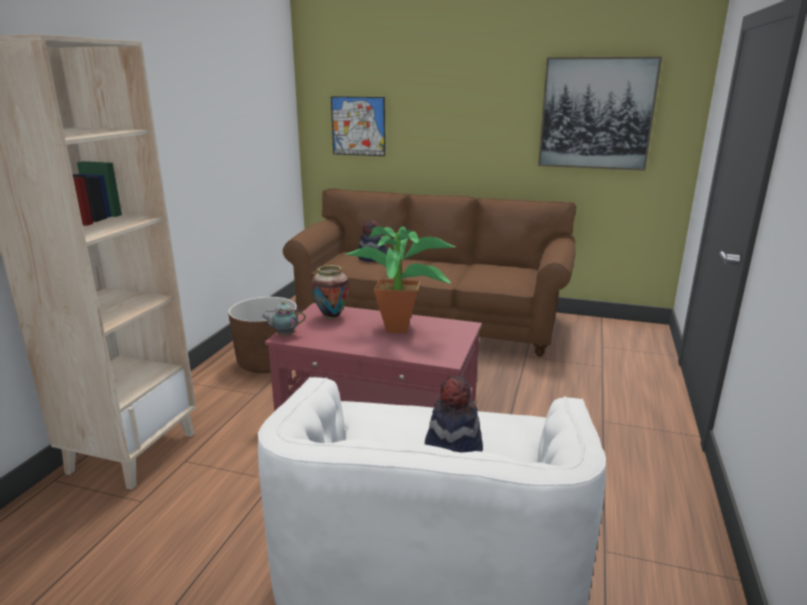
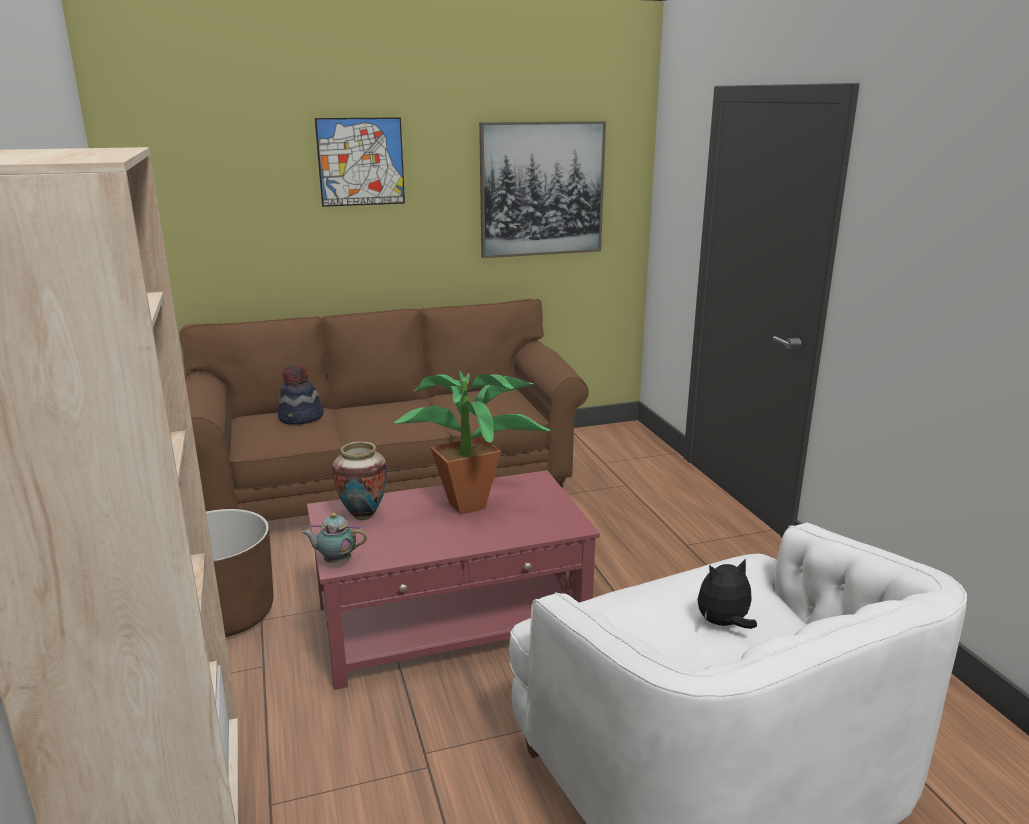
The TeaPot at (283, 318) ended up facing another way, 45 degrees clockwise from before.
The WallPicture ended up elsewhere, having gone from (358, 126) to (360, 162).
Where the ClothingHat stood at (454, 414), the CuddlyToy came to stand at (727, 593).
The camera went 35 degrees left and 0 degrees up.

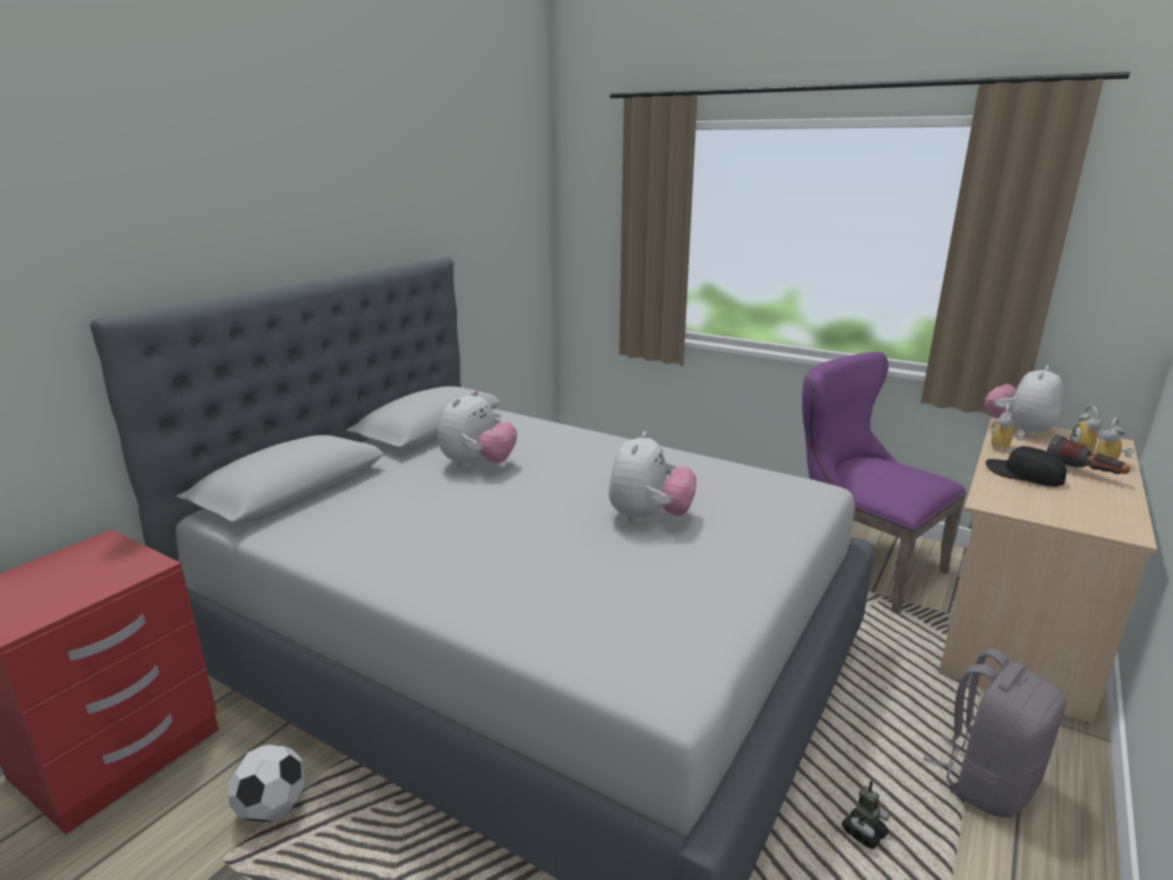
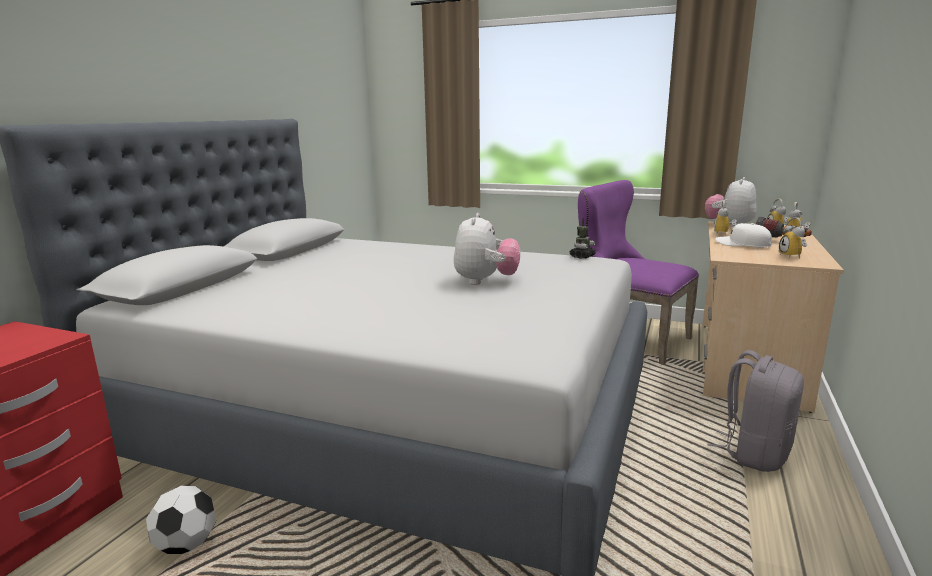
The second view lost the CuddlyToy at (477, 429).
The ToyRobot ended up elsewhere, having gone from (866, 814) to (583, 238).
What was the BlackColouredCap at (1026, 466) turned into the WhiteCap at (743, 235).
The second view gained the AlarmClock at (793, 238).
The camera went 10 degrees left and 5 degrees down.

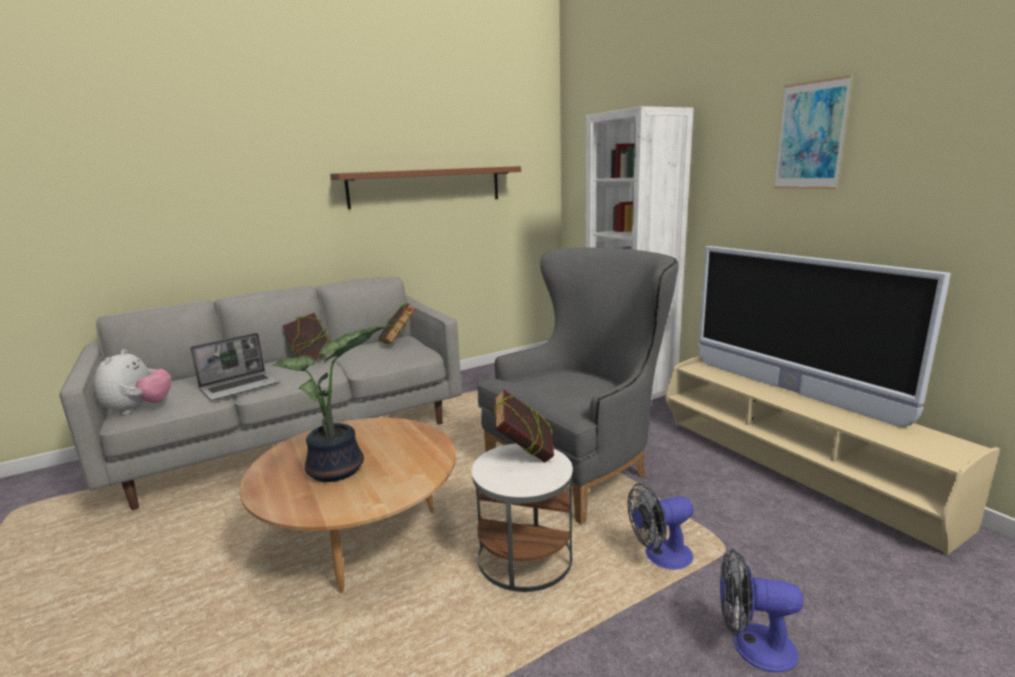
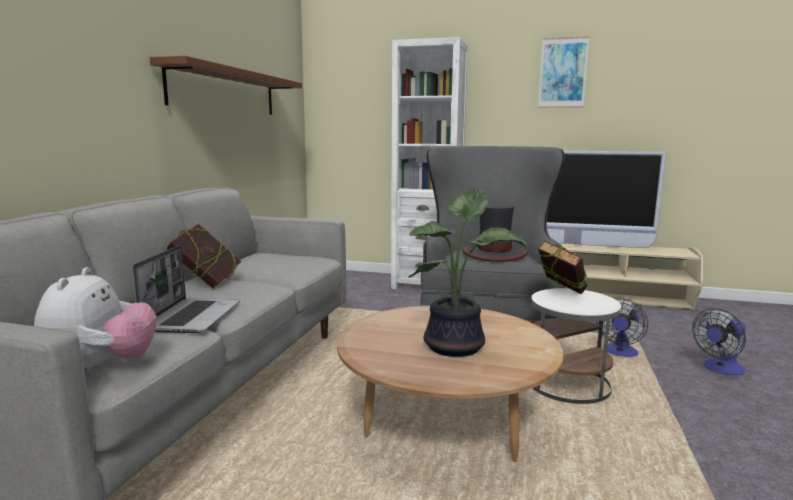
The CuddlyToy at (132, 382) ended up facing another way, 45 degrees clockwise from before.
The second view lost the BoundBook at (397, 323).
The second view gained the ClothingHat at (494, 233).
The camera went 45 degrees left and 5 degrees down.

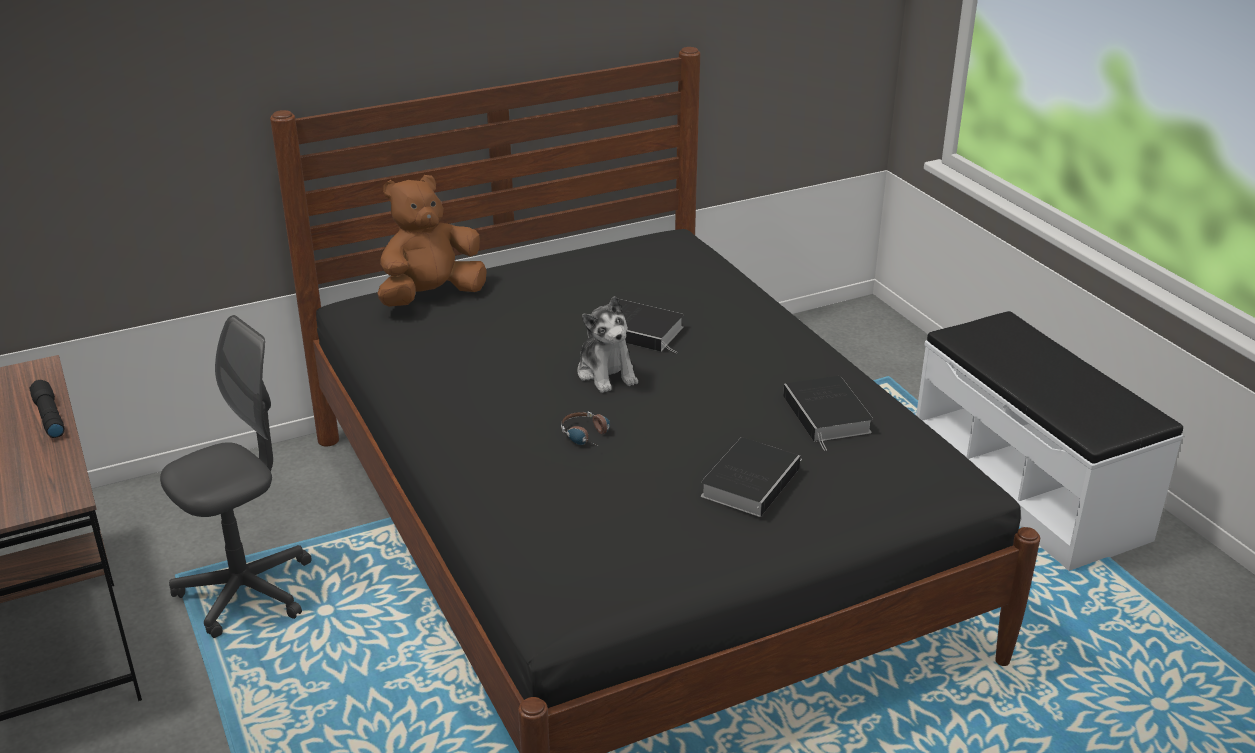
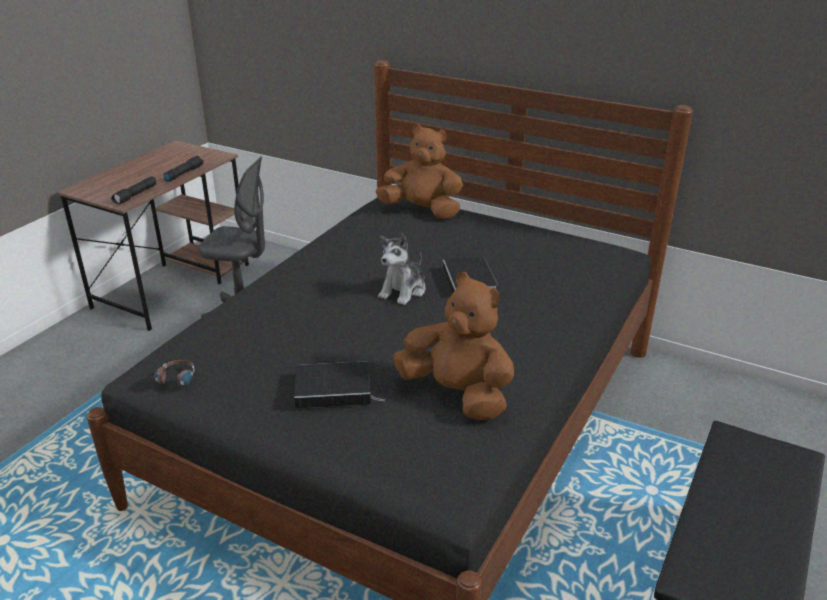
The Headphones ended up elsewhere, having gone from (585, 428) to (173, 374).
Where the BoundBook stood at (828, 413), the BrownishCuddlyToy came to stand at (453, 346).
The second view gained the BlackColouredTorch at (134, 190).
The camera went 55 degrees right and 0 degrees up.

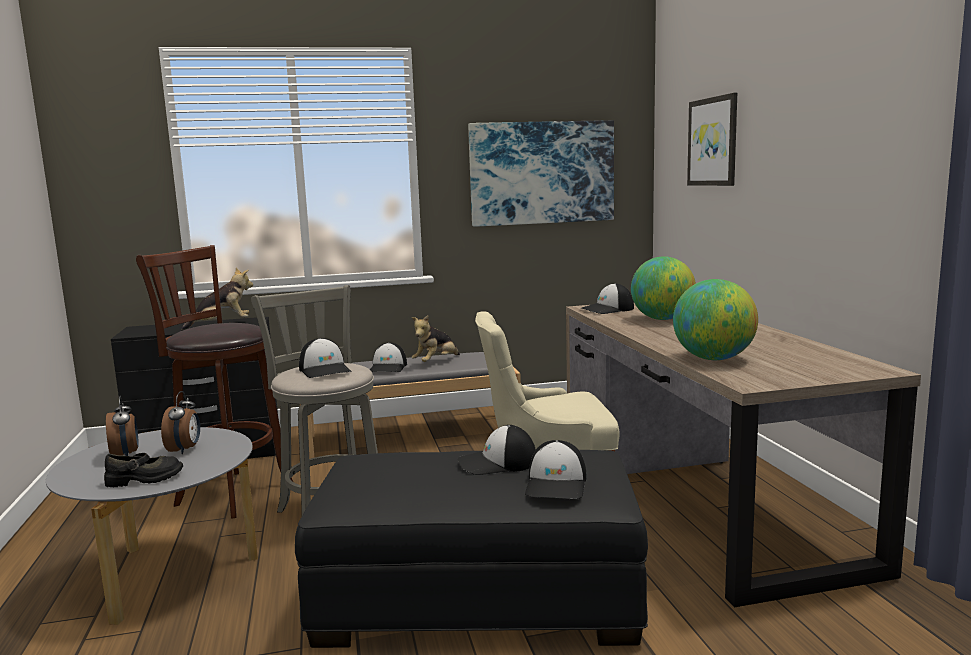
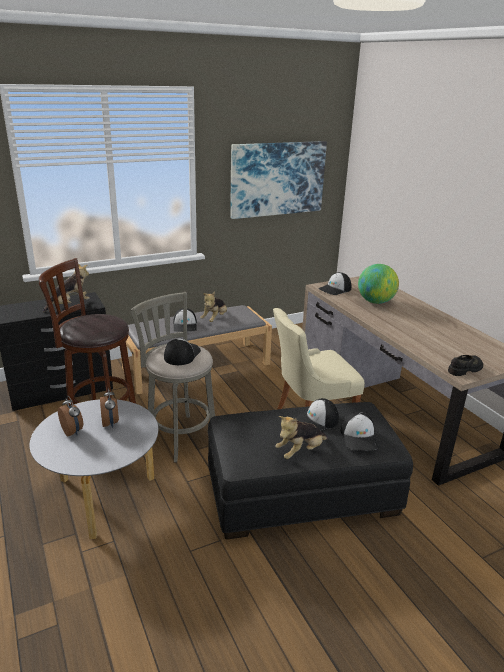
The BlackColouredItemOfFootwear ended up elsewhere, having gone from (143, 470) to (465, 365).
The Cap at (325, 358) ended up facing another way, 120 degrees counterclockwise from before.
The second view lost the WorldGlobe at (715, 319).
The second view lost the WallPicture at (712, 139).
The second view gained the CuddlyToy at (301, 437).
The camera went 15 degrees left and 15 degrees up.

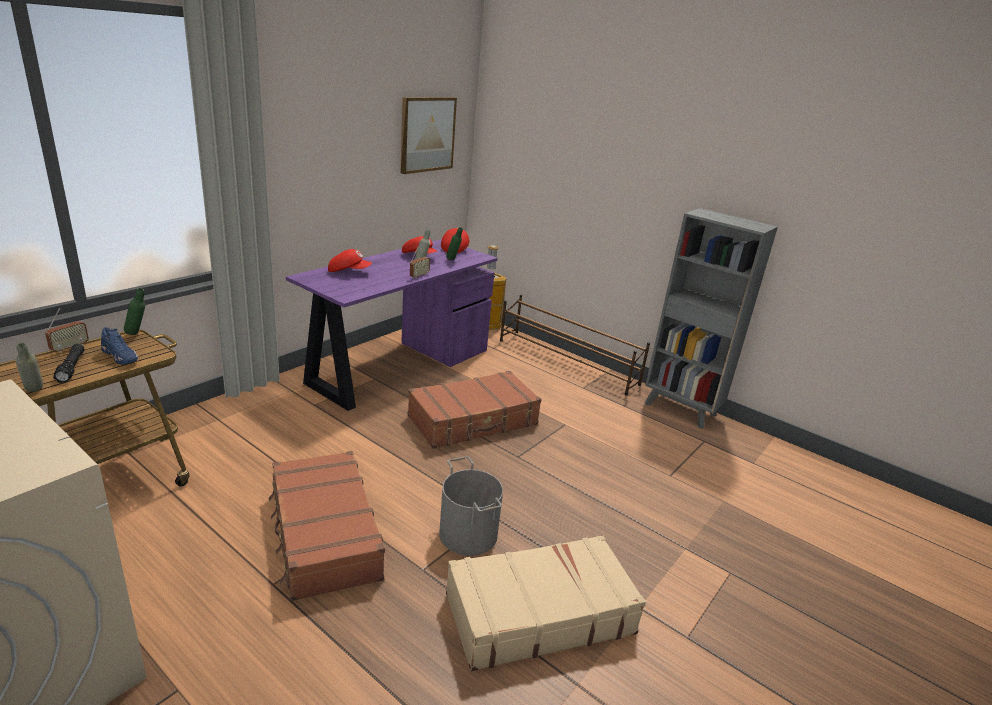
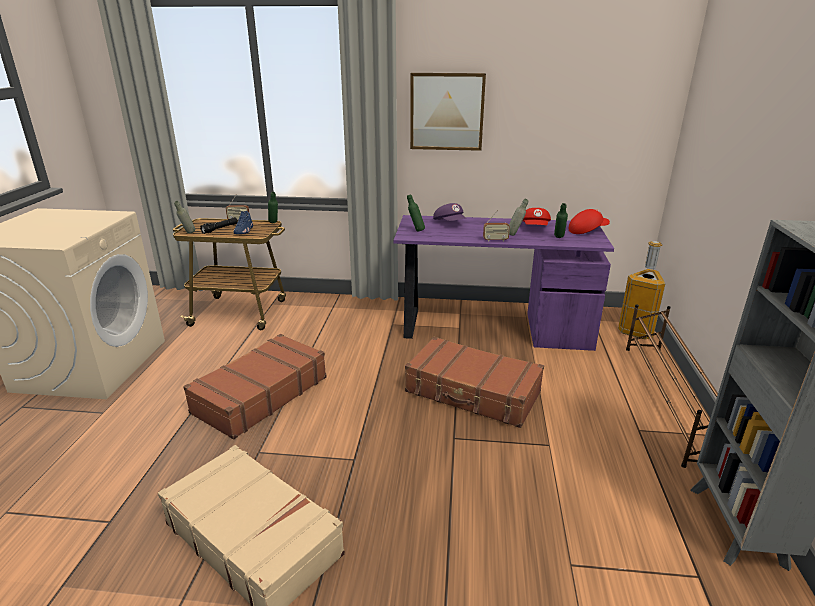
What was the ReddishCap at (350, 260) turned into the PurpleCap at (449, 212).
The WallPicture ended up elsewhere, having gone from (429, 135) to (448, 112).
The second view lost the GrayBucket at (471, 506).
The second view gained the GreenColouredDrinkBottle at (416, 213).
The camera went 60 degrees right and 0 degrees up.

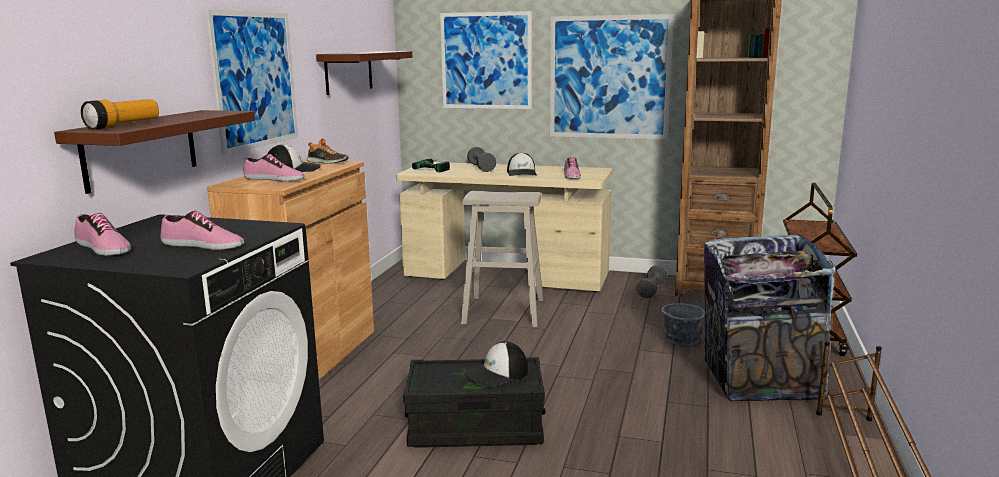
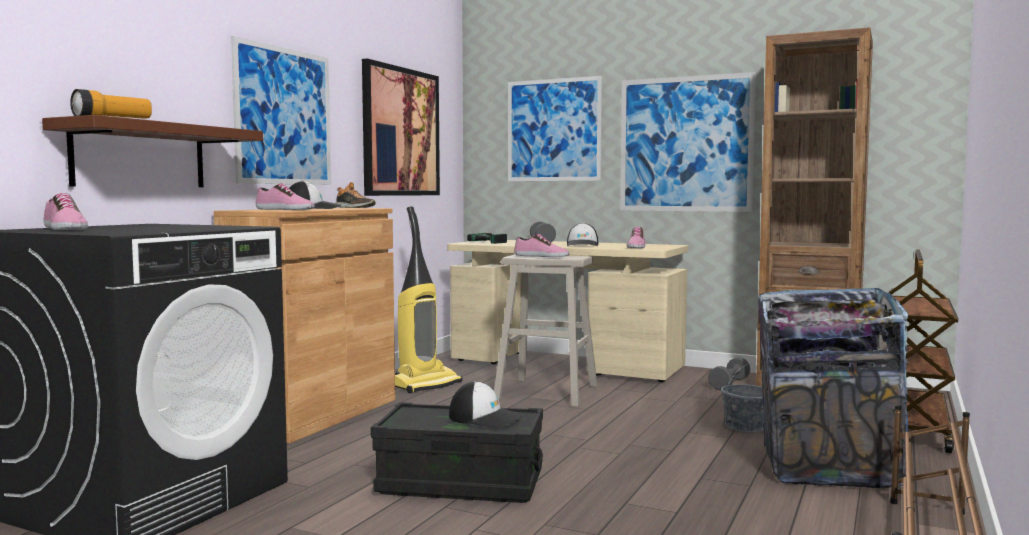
The ItemOfFootwear ended up elsewhere, having gone from (202, 230) to (542, 245).
Where the BrownishWallShelf hung at (364, 73), the WallPicture came to hang at (401, 127).
The Cap at (496, 364) ended up facing another way, 135 degrees counterclockwise from before.
The second view gained the VacuumCleaner at (429, 299).
The camera went 10 degrees right and 10 degrees down.

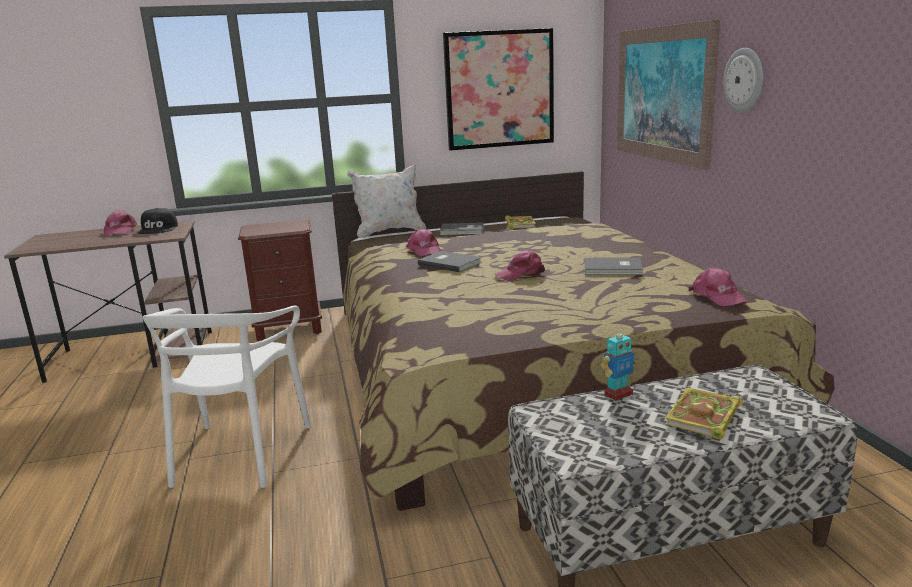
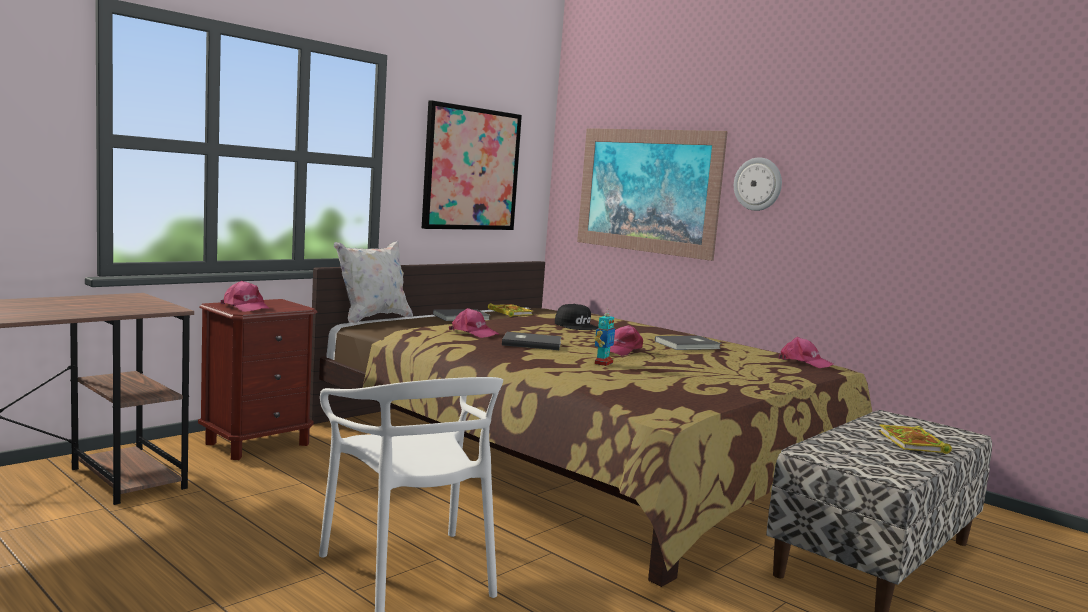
The PinkColouredCap ended up elsewhere, having gone from (121, 223) to (246, 296).
The BlackColouredCap ended up elsewhere, having gone from (158, 221) to (576, 317).
The ToyRobot ended up elsewhere, having gone from (618, 364) to (605, 337).
The camera went 35 degrees left and 10 degrees down.

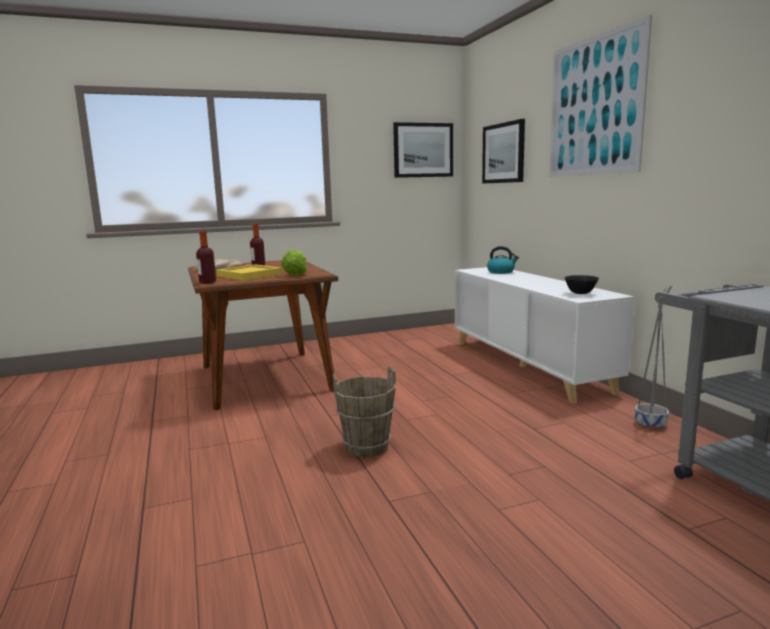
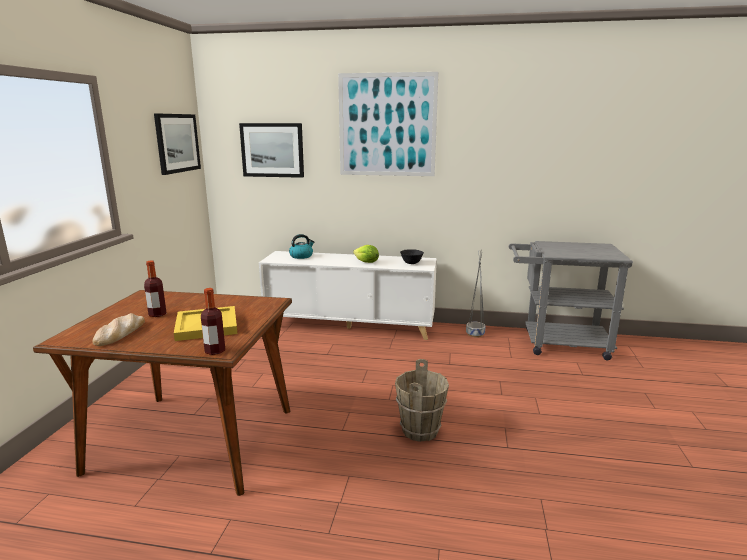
The Lettuce ended up elsewhere, having gone from (294, 262) to (366, 254).
The camera went 60 degrees left and 5 degrees up.

